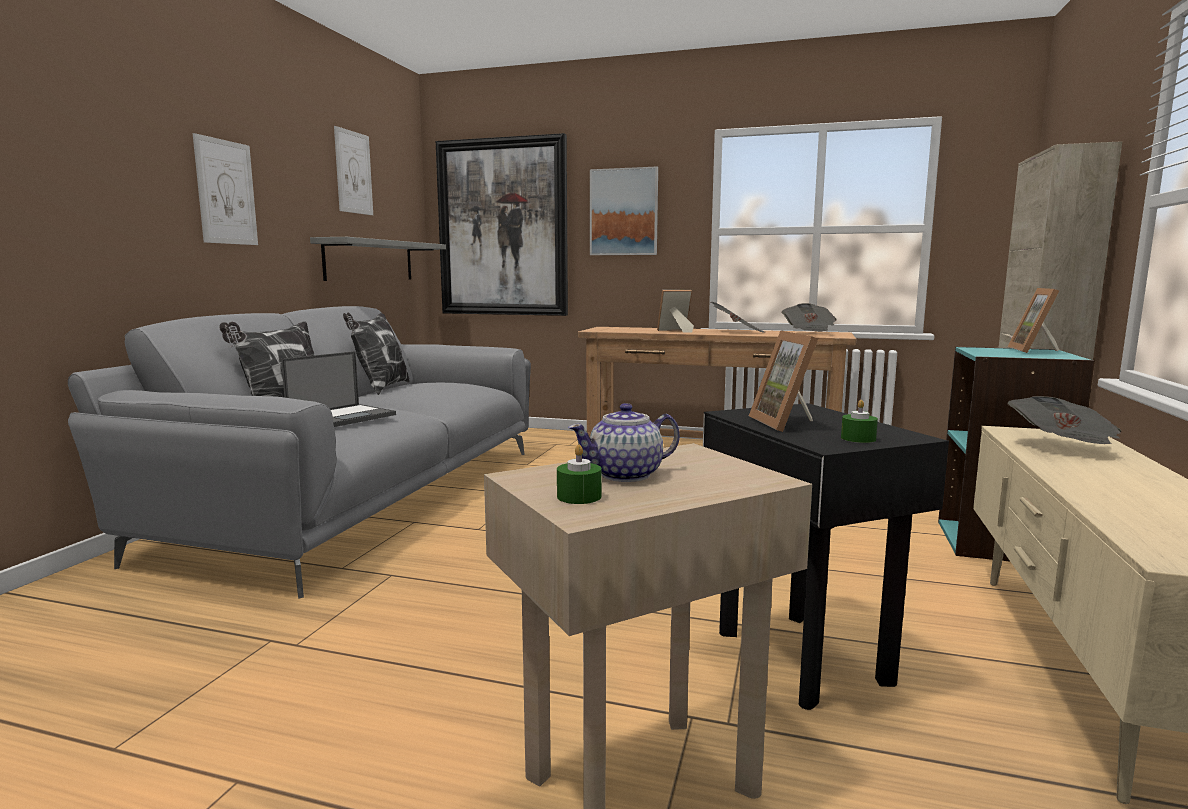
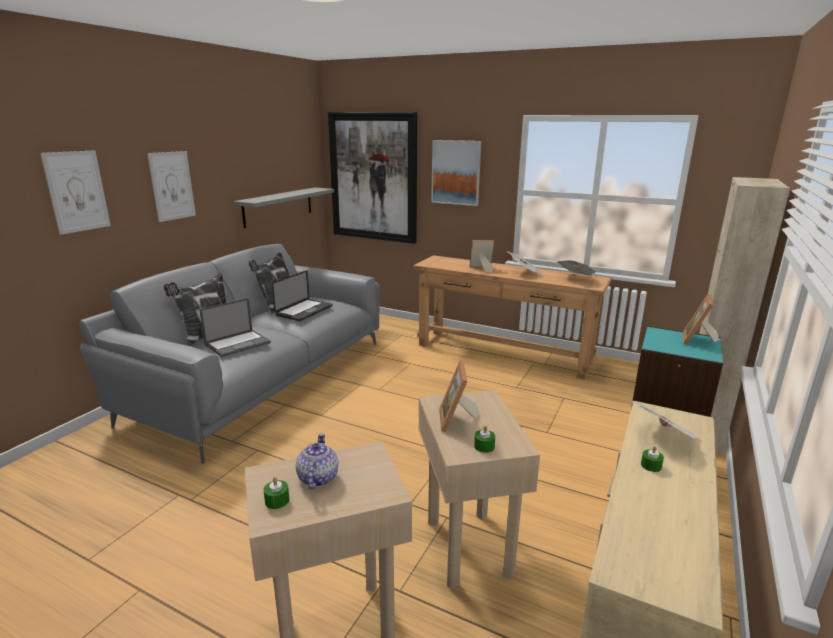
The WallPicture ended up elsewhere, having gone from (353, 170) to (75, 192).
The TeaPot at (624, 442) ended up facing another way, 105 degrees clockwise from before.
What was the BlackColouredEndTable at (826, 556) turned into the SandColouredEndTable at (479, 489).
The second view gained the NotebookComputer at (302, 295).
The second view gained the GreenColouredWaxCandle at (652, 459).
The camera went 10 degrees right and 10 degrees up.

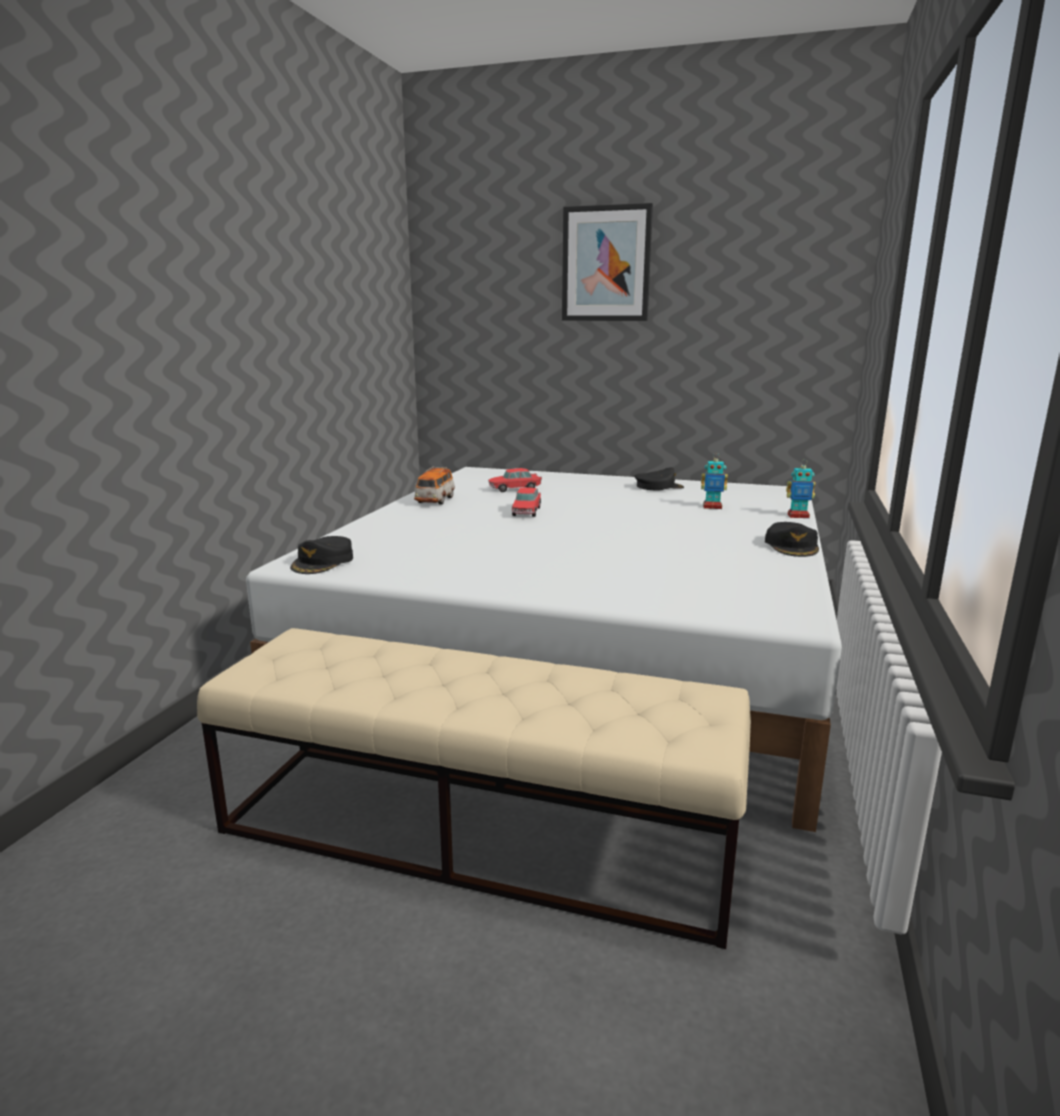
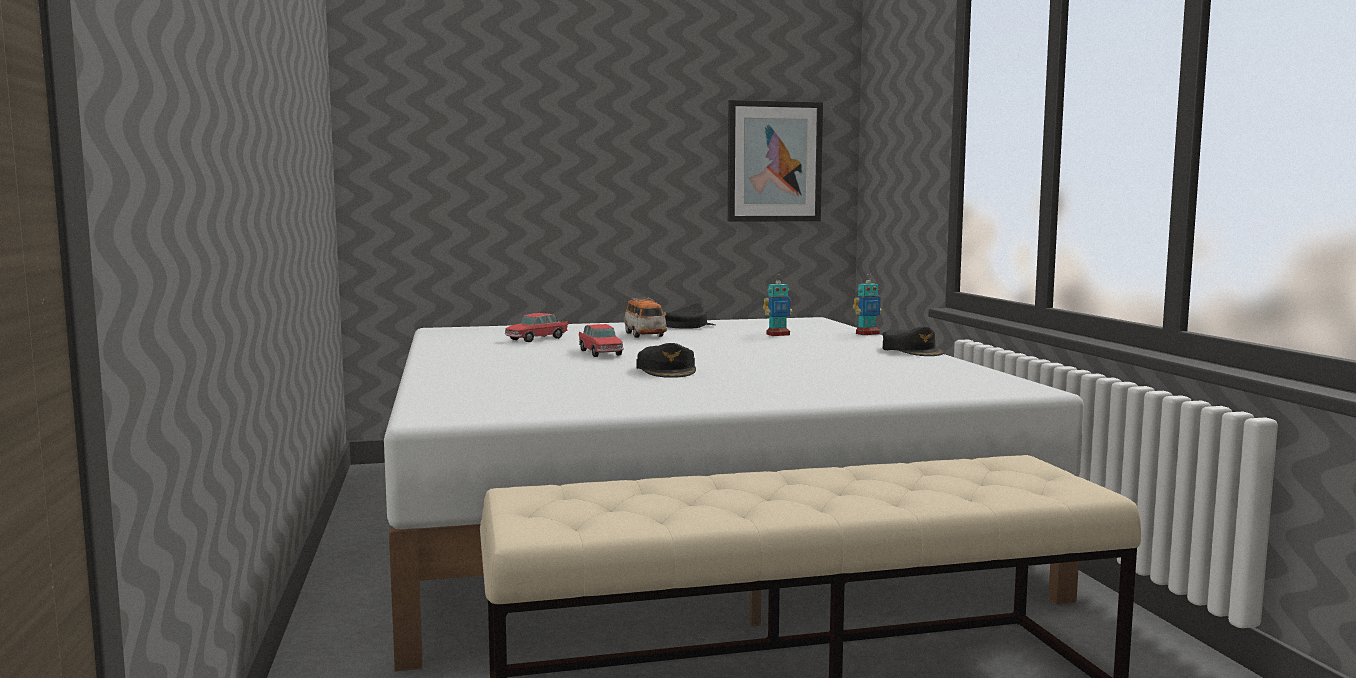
The BlackColouredCap ended up elsewhere, having gone from (321, 555) to (666, 360).
The ModelCar ended up elsewhere, having gone from (434, 485) to (645, 317).
The WallPicture ended up elsewhere, having gone from (607, 262) to (775, 161).
The camera went 30 degrees left and 10 degrees down.

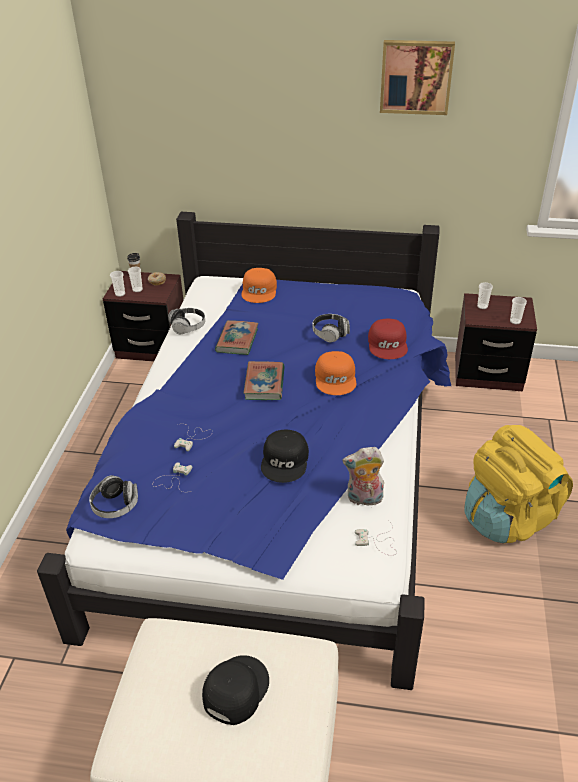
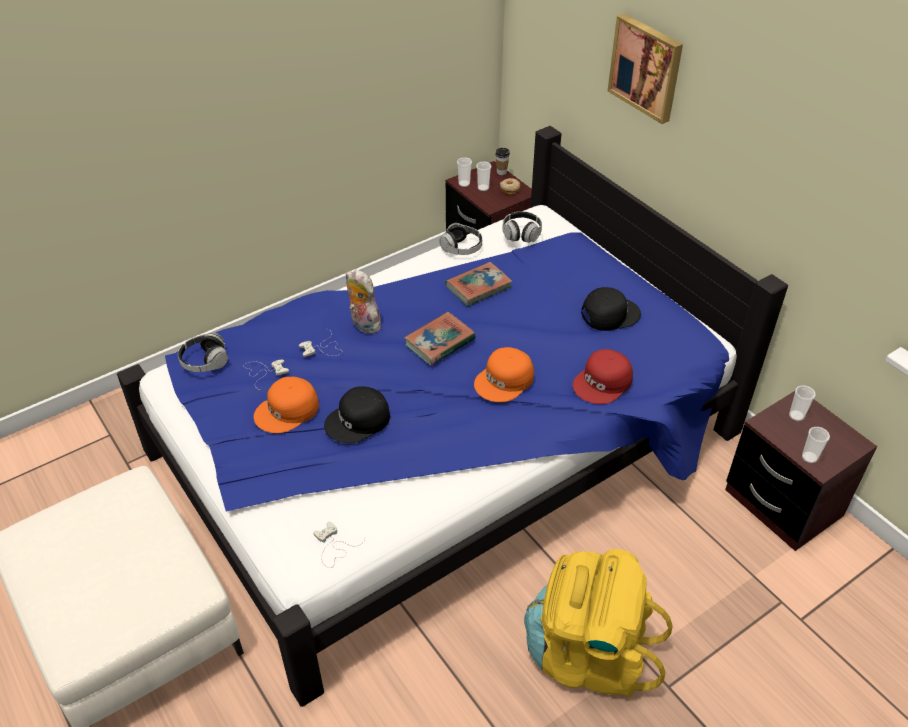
The BlackColouredCap ended up elsewhere, having gone from (235, 690) to (611, 309).
The OrangeCap ended up elsewhere, having gone from (259, 285) to (286, 405).
The Headphones ended up elsewhere, having gone from (331, 328) to (522, 227).
The CuddlyToy ended up elsewhere, having gone from (363, 476) to (363, 301).
The WallPicture ended up elsewhere, having gone from (417, 77) to (645, 69).
The camera went 45 degrees right and 5 degrees up.

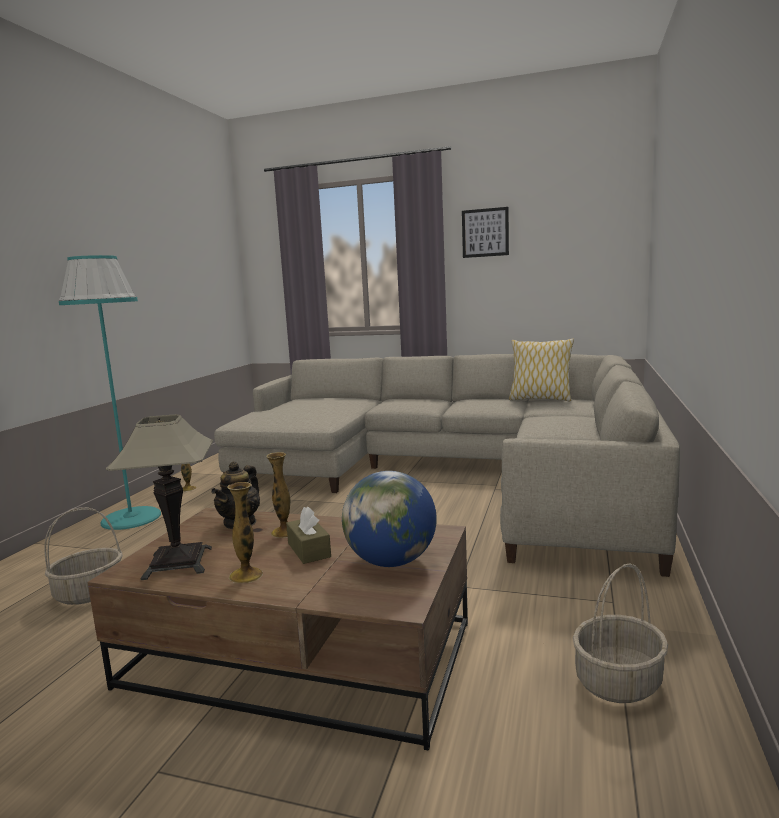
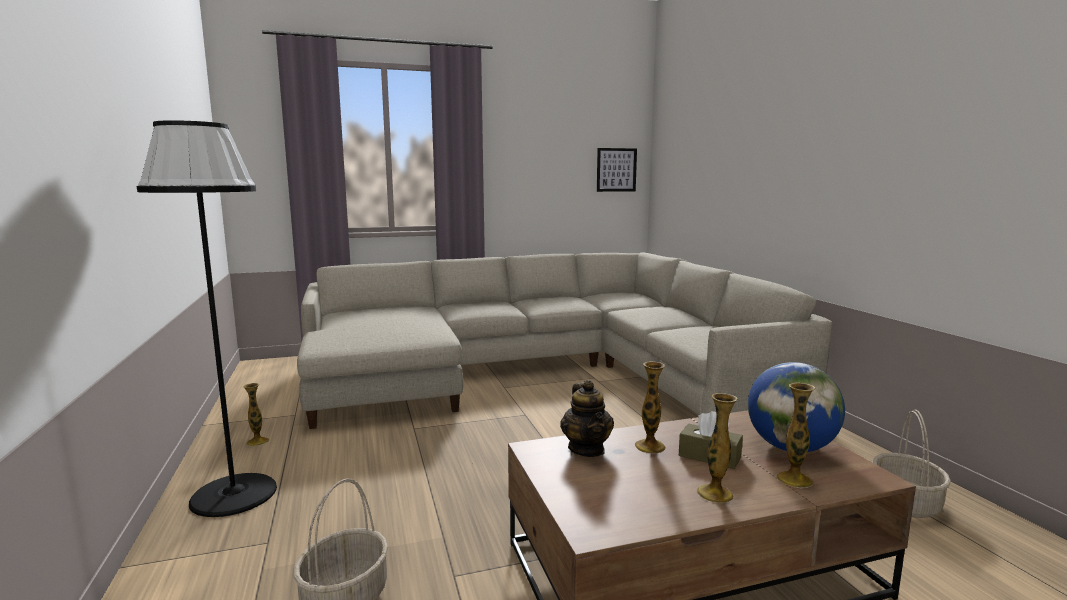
What was the TurquoiseColouredStandardLamp at (110, 392) turned into the BlackColouredStandardLamp at (207, 318).
The second view lost the TableLamp at (159, 497).
The WallPicture ended up elsewhere, having gone from (485, 232) to (617, 170).
The second view lost the Cushion at (541, 370).
The second view gained the DecorativeVase at (795, 435).
The camera went 35 degrees left and 0 degrees up.

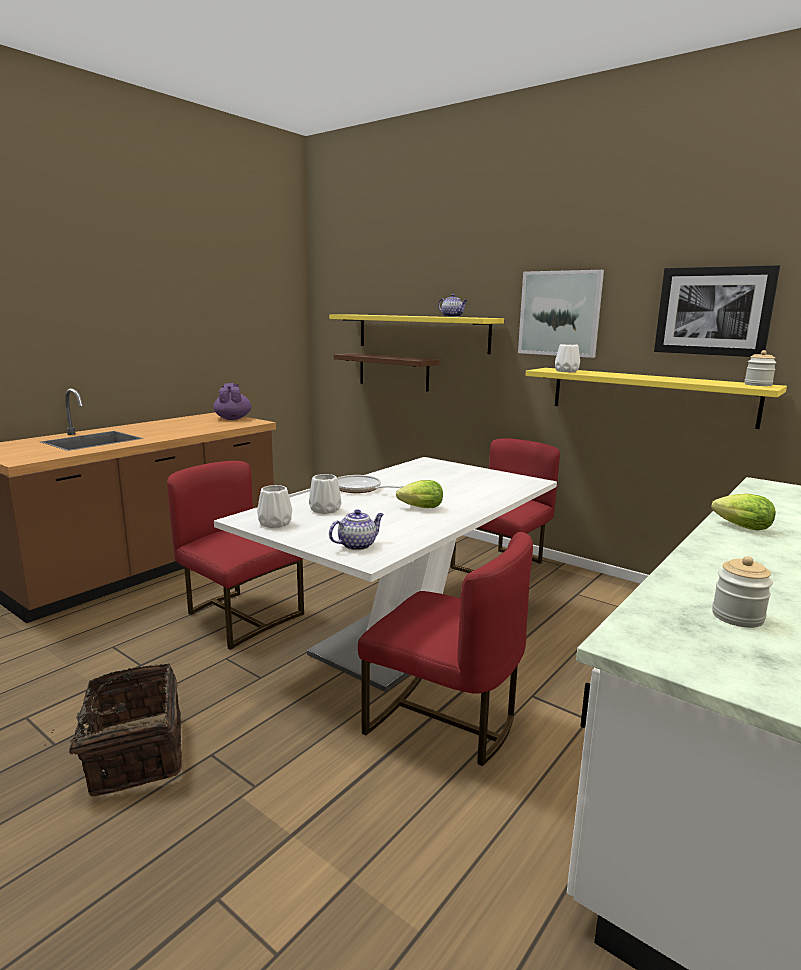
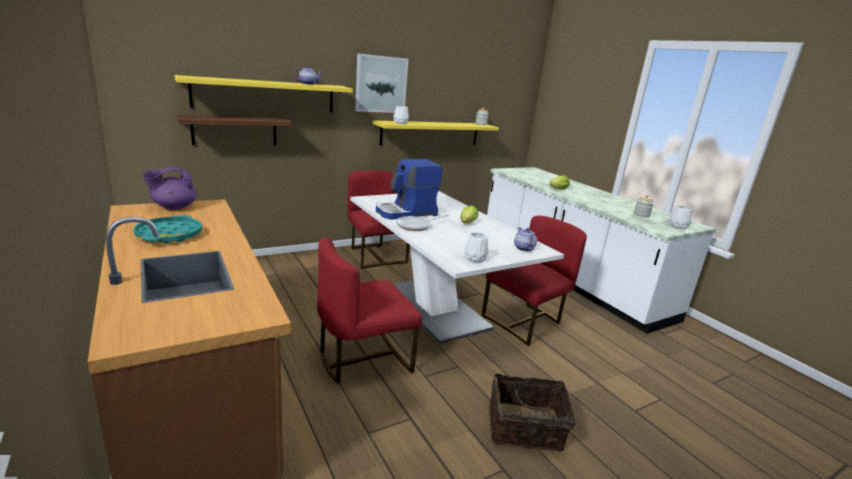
The PurpleTeaPot at (232, 401) ended up facing another way, 45 degrees counterclockwise from before.
The WhiteDecorativeVase ended up elsewhere, having gone from (325, 494) to (680, 217).
The second view lost the WallPicture at (717, 311).
The second view gained the TurquoiseColouredTray at (167, 229).
The second view gained the CoffeeMachine at (409, 189).
The camera went 70 degrees left and 5 degrees up.

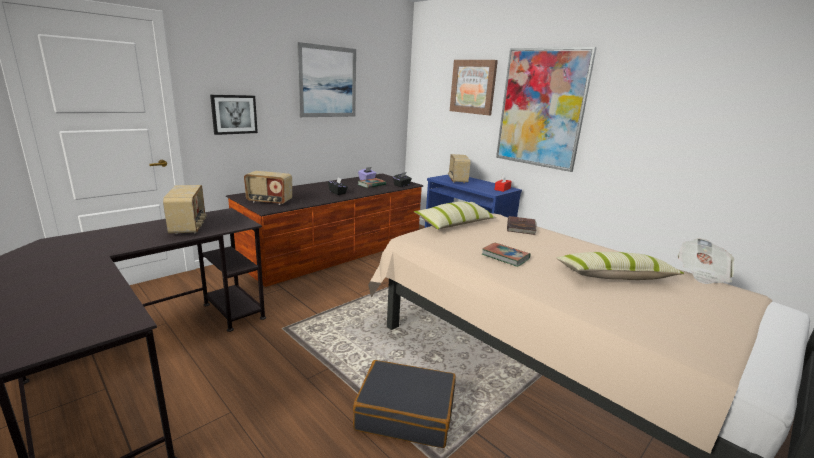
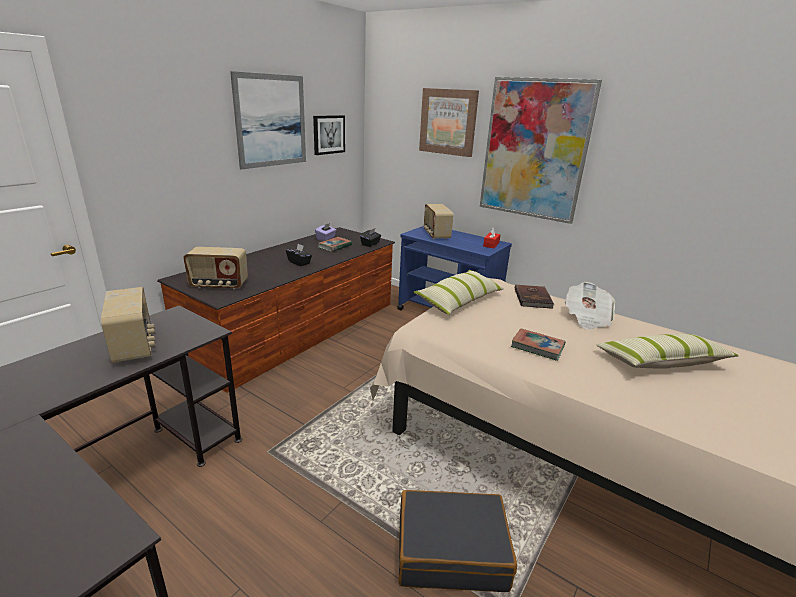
The WallPicture ended up elsewhere, having gone from (234, 115) to (329, 135).
The Newspaper ended up elsewhere, having gone from (706, 261) to (590, 305).
The camera went 10 degrees left and 5 degrees up.

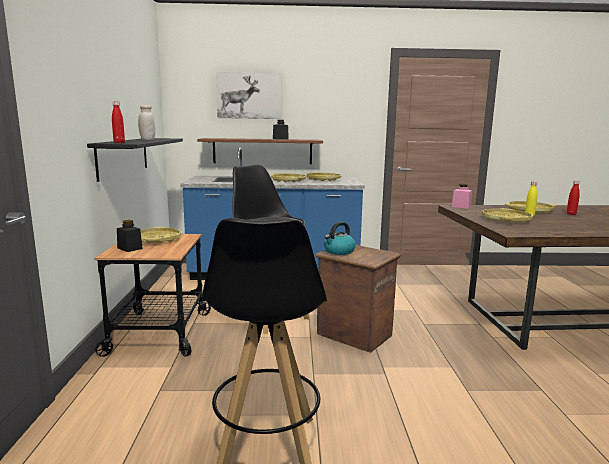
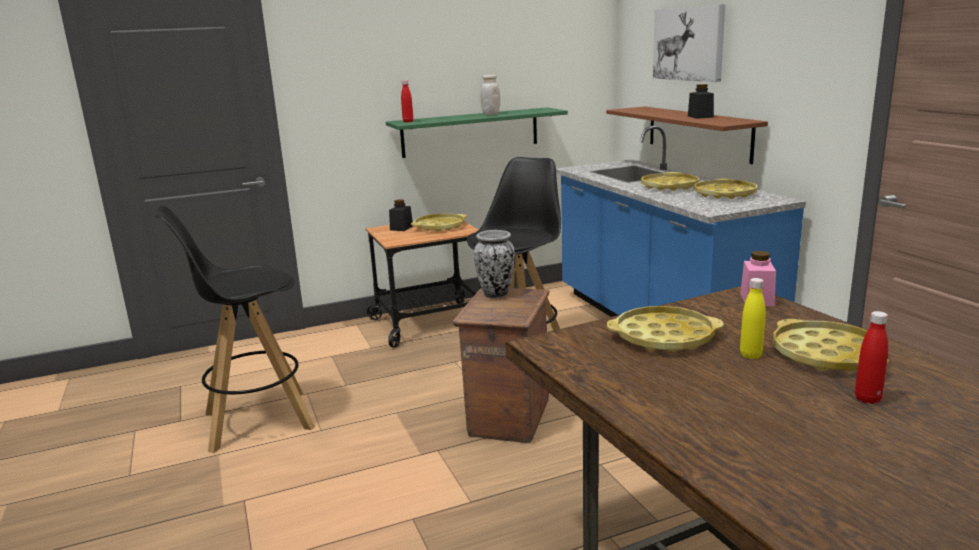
What was the BlackColouredWallShelf at (135, 160) turned into the GreenColouredWallShelf at (477, 132).
Where the TeaKettle stood at (340, 238), the DecorativeVase came to stand at (494, 264).
The camera went 70 degrees right and 5 degrees up.

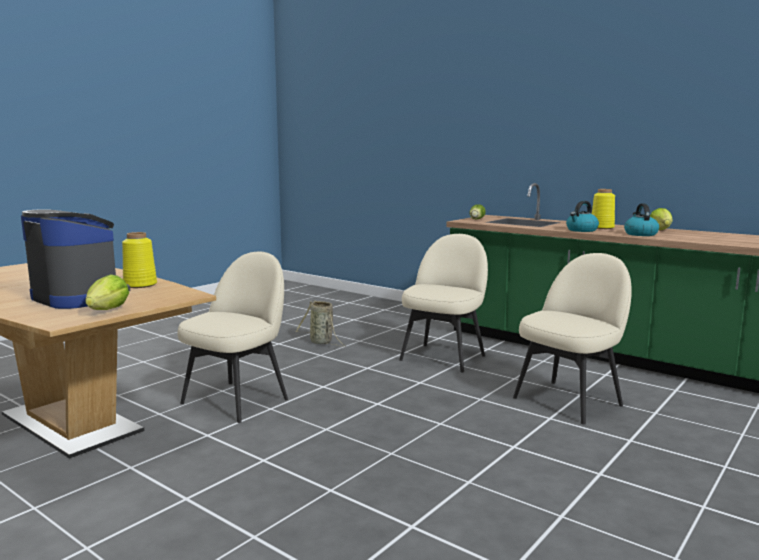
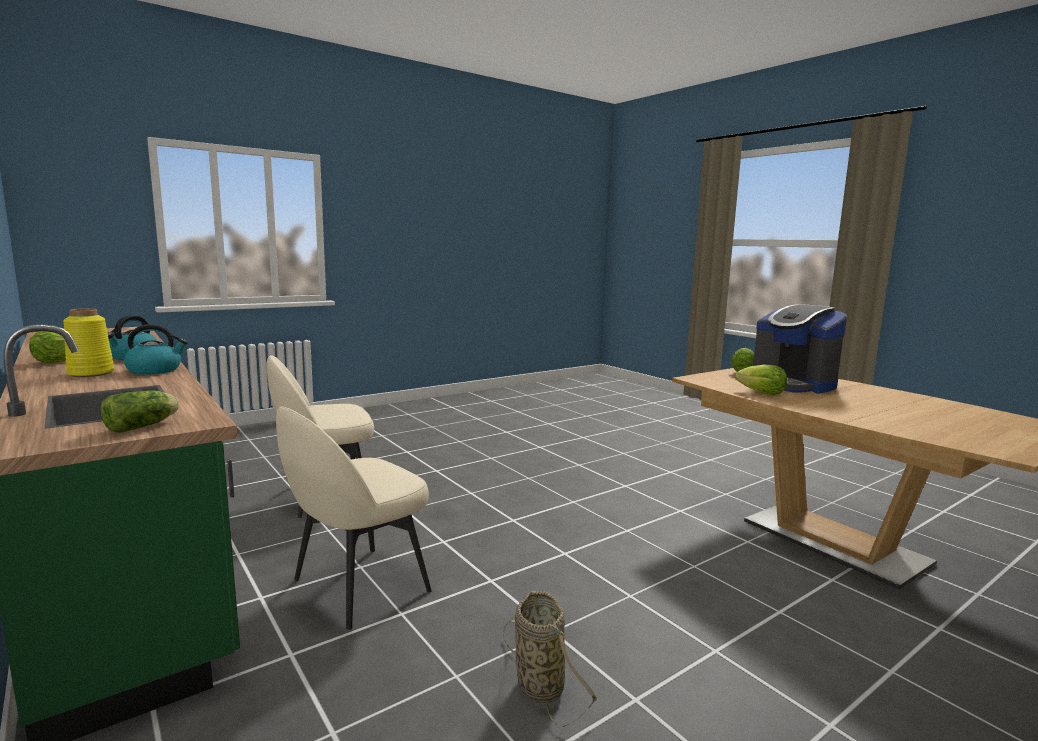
Where the YellowDecorativeVase stood at (139, 260), the Lettuce came to stand at (761, 380).
The second view lost the SandColouredChair at (232, 337).
The camera went 165 degrees left and 0 degrees up.

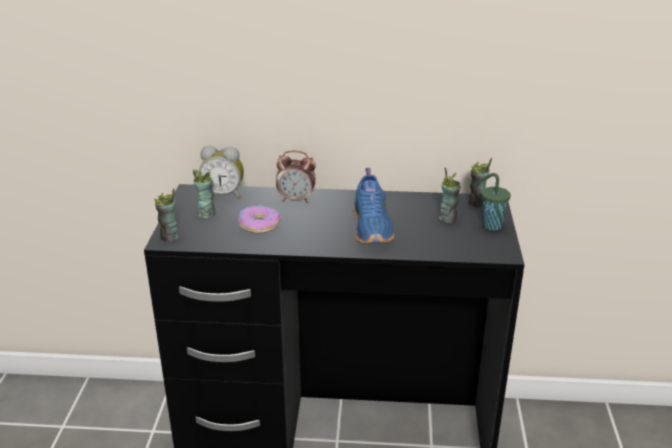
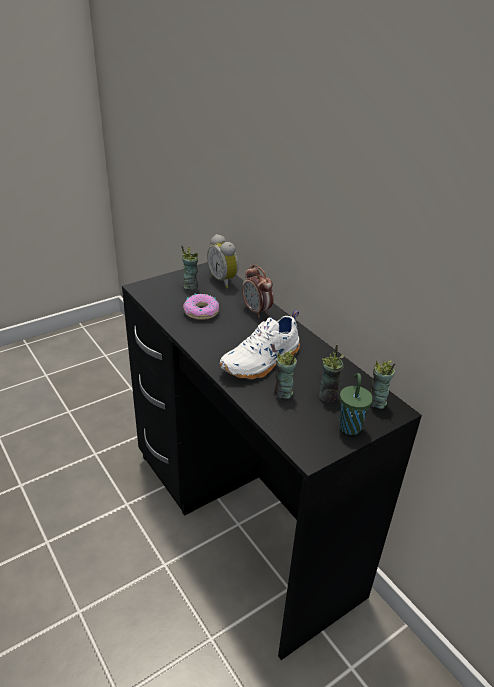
The Cup ended up elsewhere, having gone from (166, 215) to (285, 374).
What was the BluishItemOfFootwear at (373, 206) turned into the WhiteItemOfFootwear at (259, 345).
The camera went 50 degrees right and 5 degrees up.

